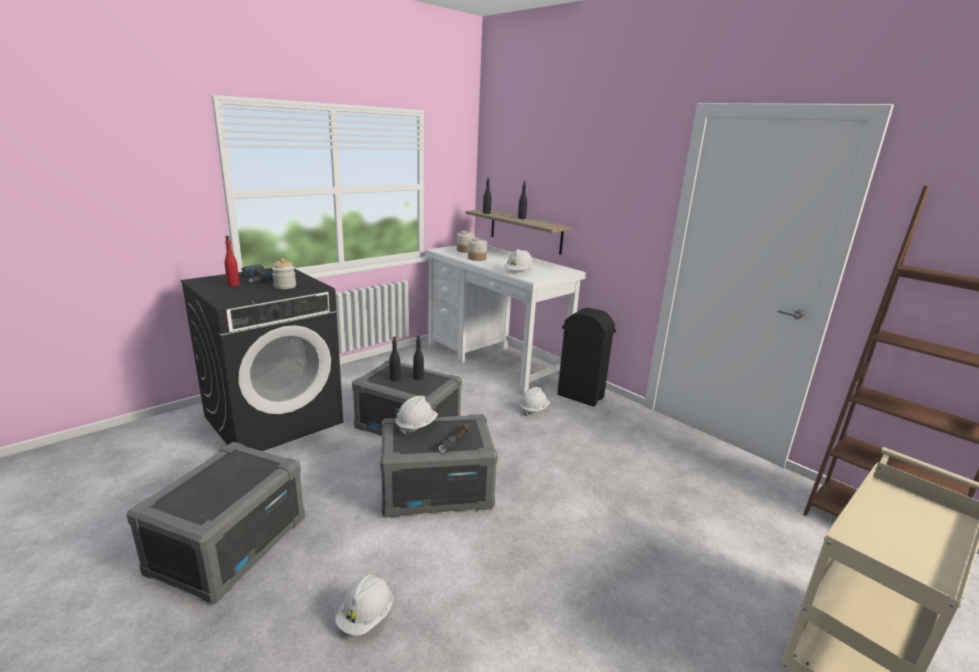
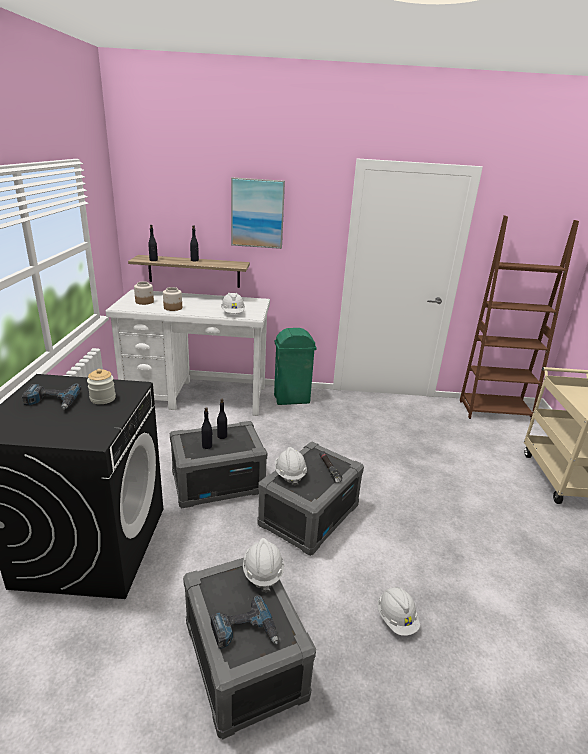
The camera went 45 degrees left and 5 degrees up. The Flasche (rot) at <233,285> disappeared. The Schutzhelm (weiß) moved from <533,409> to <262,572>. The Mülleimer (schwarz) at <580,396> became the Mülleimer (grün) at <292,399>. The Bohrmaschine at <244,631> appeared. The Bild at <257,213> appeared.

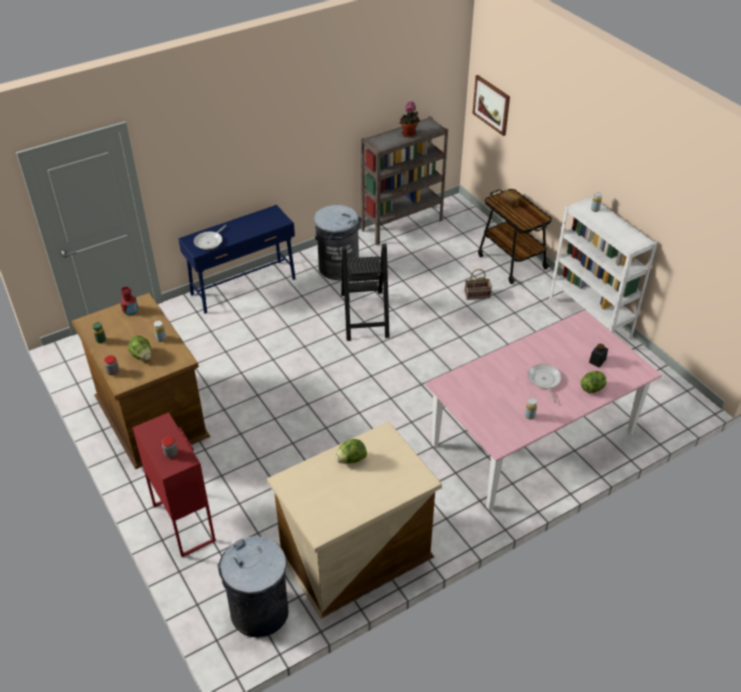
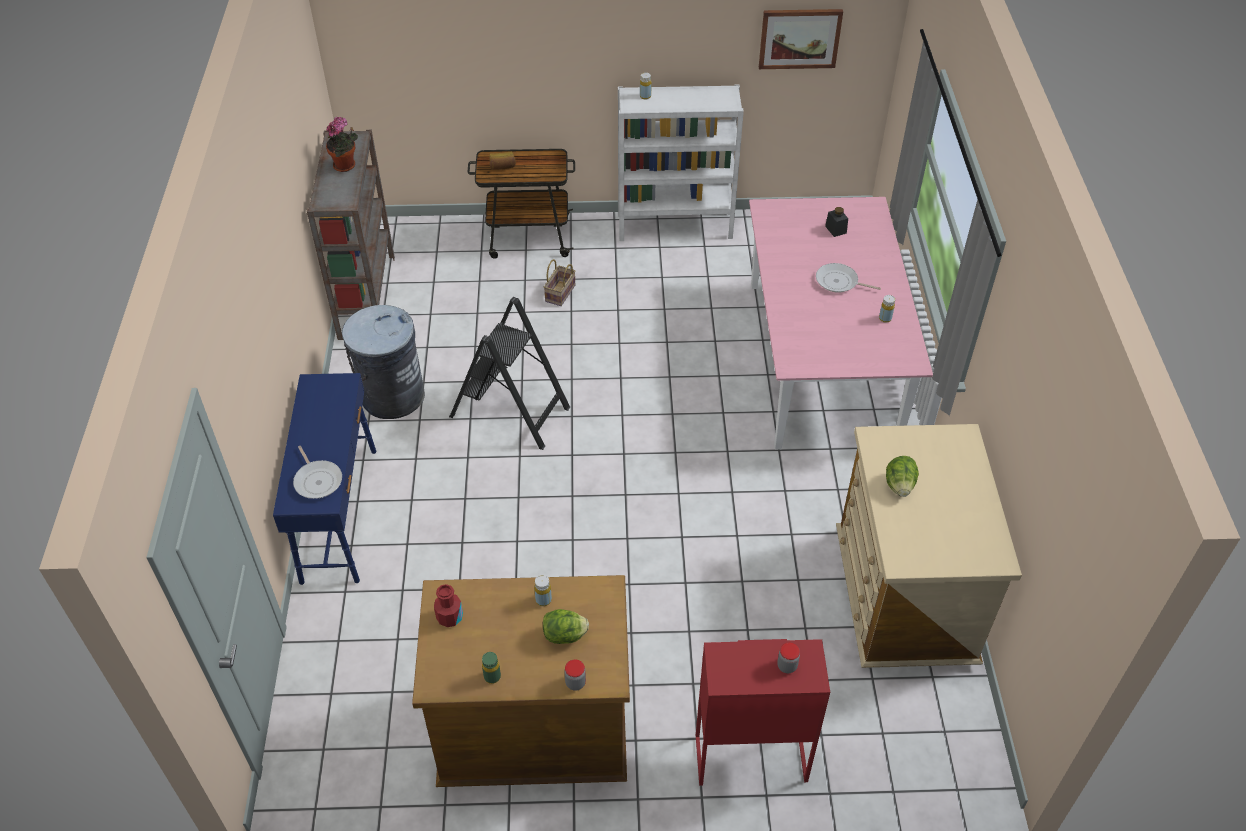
The camera went 60 degrees left and 5 degrees up. The Mülleimer (grau) at <259,612> disappeared. The Bild moved from <491,104> to <799,38>. The Salatkopf at <592,388> disappeared.

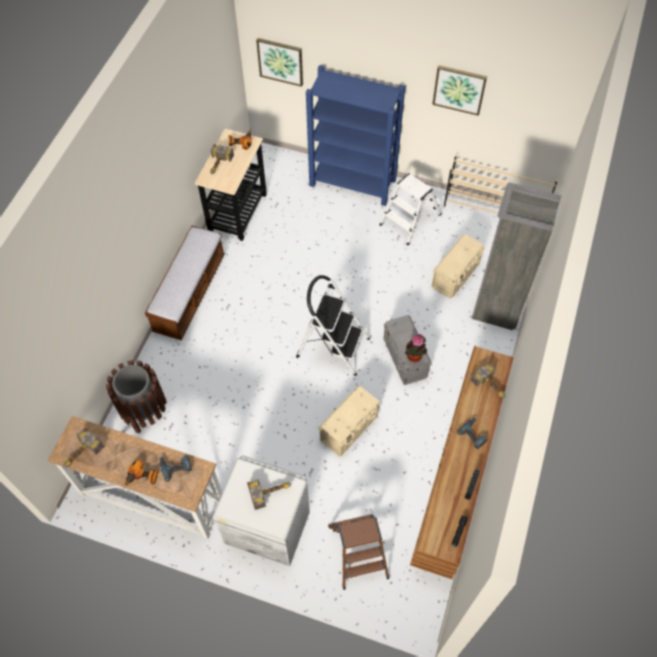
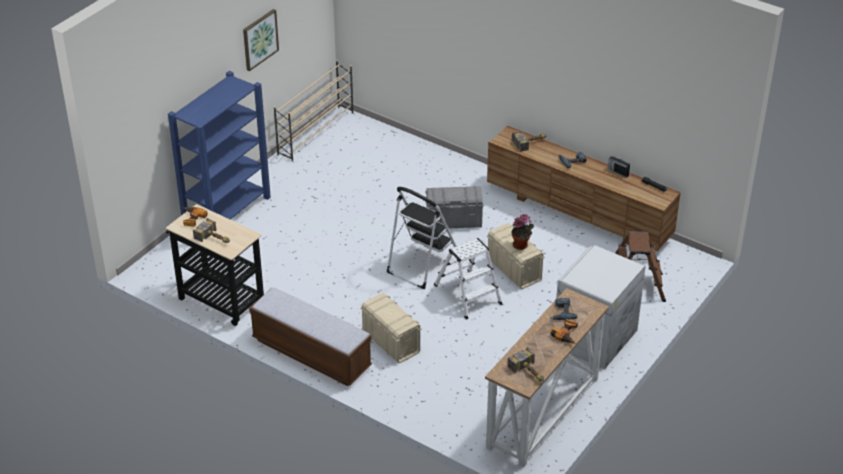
The camera went 75 degrees left and 20 degrees down. The Mülleimer (braun) at <145,411> disappeared. The Hammer at <271,492> disappeared. The Bild at <280,61> disappeared. The Trittleiter (weiß) moved from <410,219> to <467,294>. The Topfpflanze moved from <415,357> to <521,245>. The Aufbewahrungsbox (beige) moved from <455,275> to <391,341>. The Schrank (grau) at <496,311> disappeared.

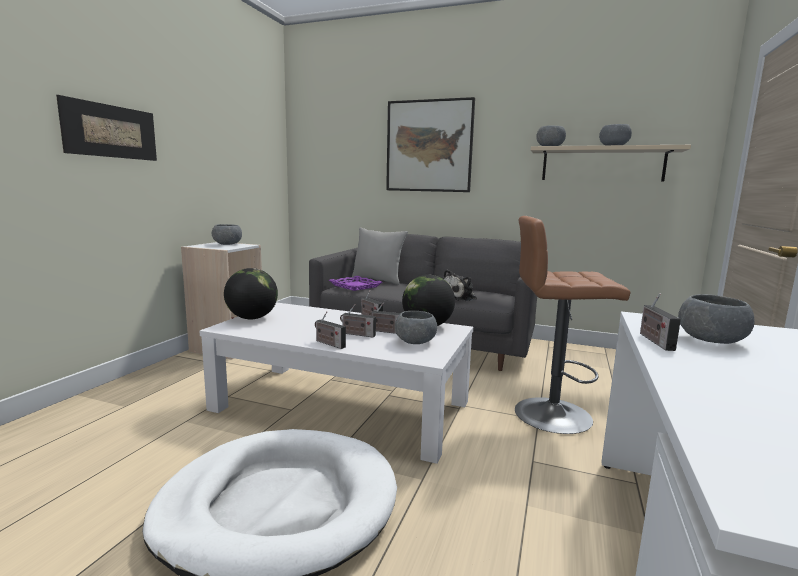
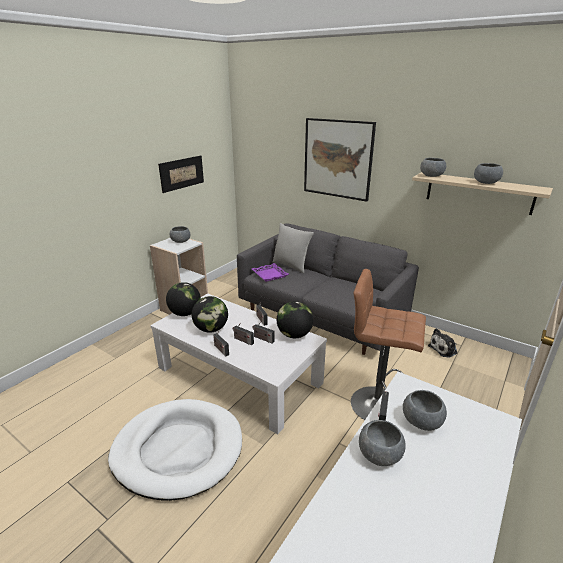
The camera went 15 degrees right and 15 degrees up. The Bild moved from <111,131> to <182,173>. The Schüssel (grau) moved from <415,342> to <380,455>. The Plüschtier moved from <460,297> to <444,349>. The Globus at <211,329> appeared.

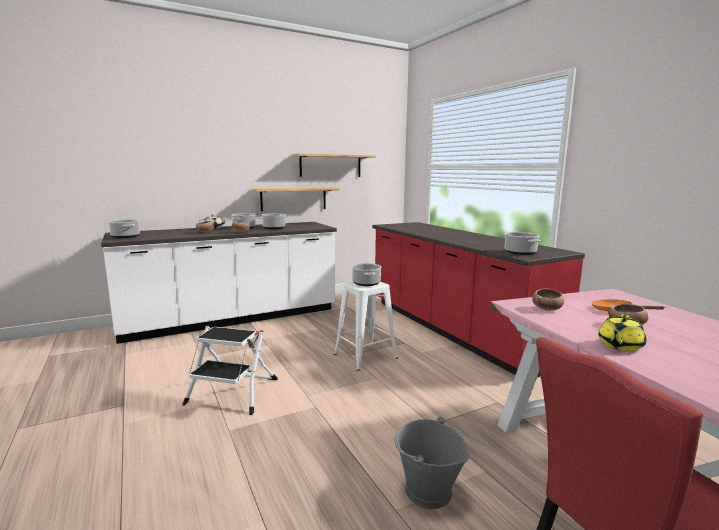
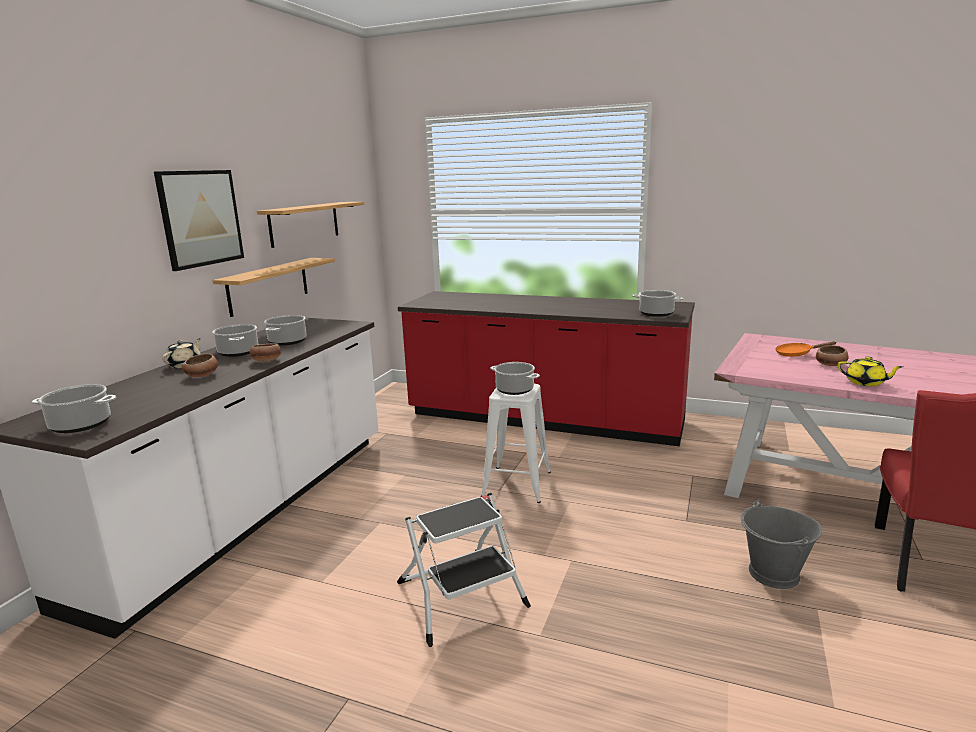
The camera went 40 degrees left and 5 degrees up. The Schüssel at <547,309> disappeared. The Teekanne (gelb) at <619,345> turned 60 degrees counterclockwise. The Bild at <200,218> appeared.

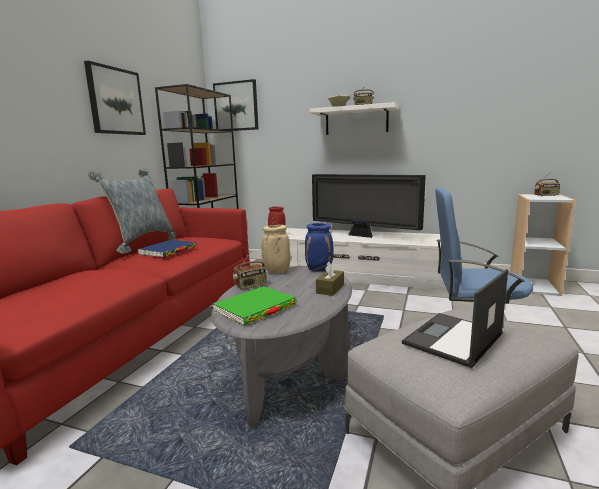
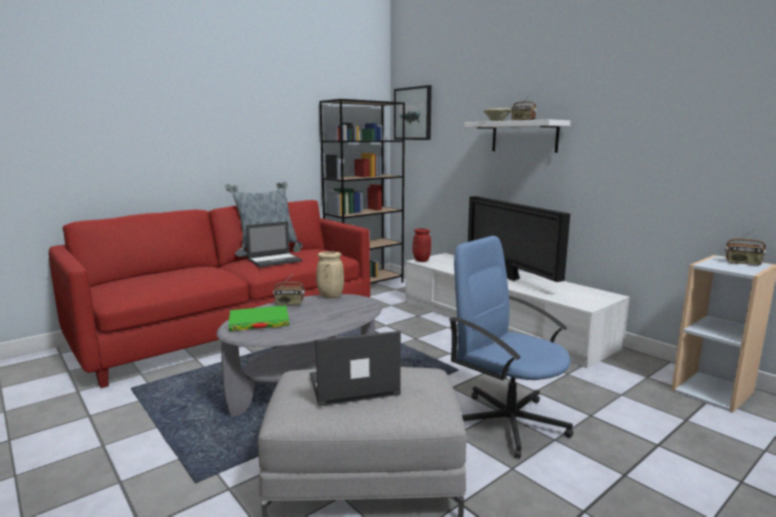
The camera went 30 degrees right and 0 degrees up. The Bild at <115,101> disappeared. The Buch (blau) at <168,251> was replaced by the Laptop at <275,260>. The Vase (blau) at <320,270> disappeared. The Taschentuchbox (braun) at <330,289> disappeared.

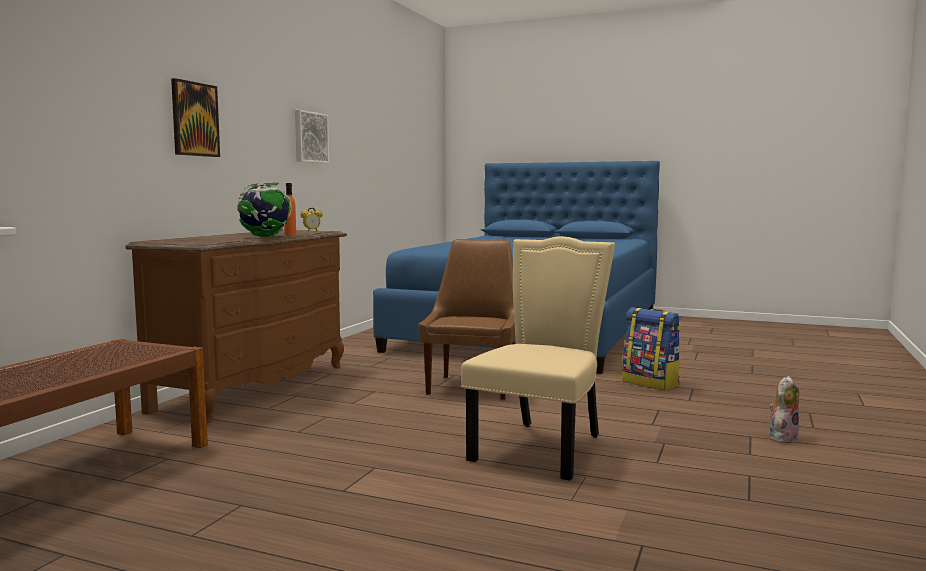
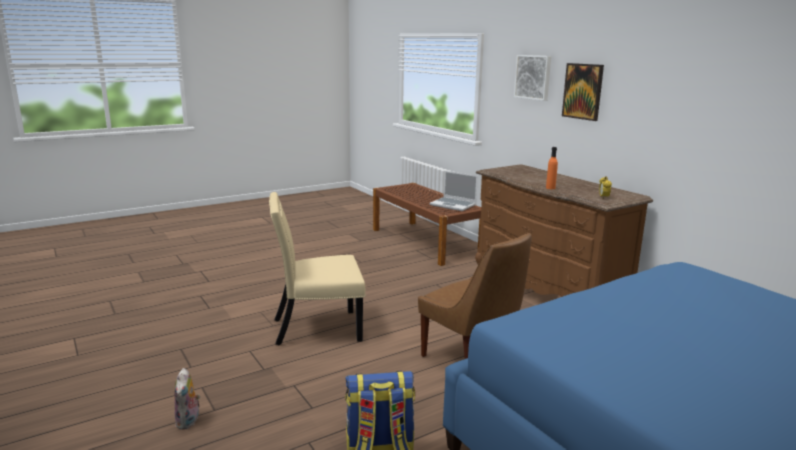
The camera went 125 degrees right and 10 degrees up. The Globus at <264,237> disappeared. The Bild moved from <310,137> to <533,77>. The Stuhl (beige) at <539,450> turned 105 degrees clockwise. The Laptop at <454,205> appeared.

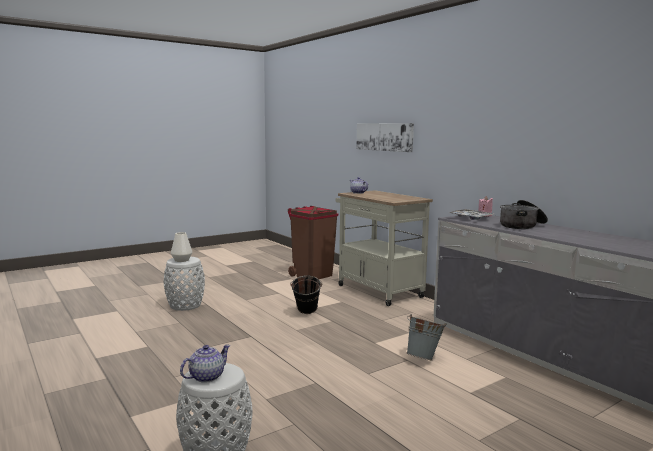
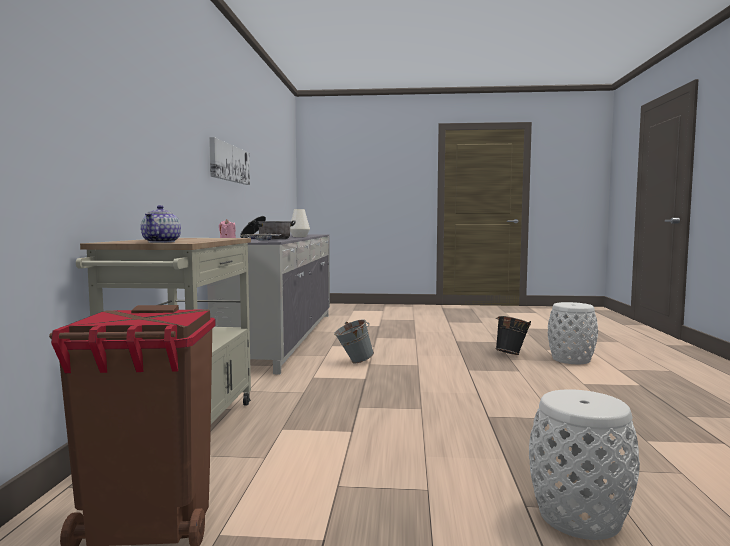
The camera went 140 degrees left and 5 degrees down. The Vase (weiß) moved from <181,260> to <299,236>. The Teekanne at <206,377> disappeared. The Eimer (schwarz) moved from <306,313> to <511,354>. The Bild moved from <384,137> to <229,163>.

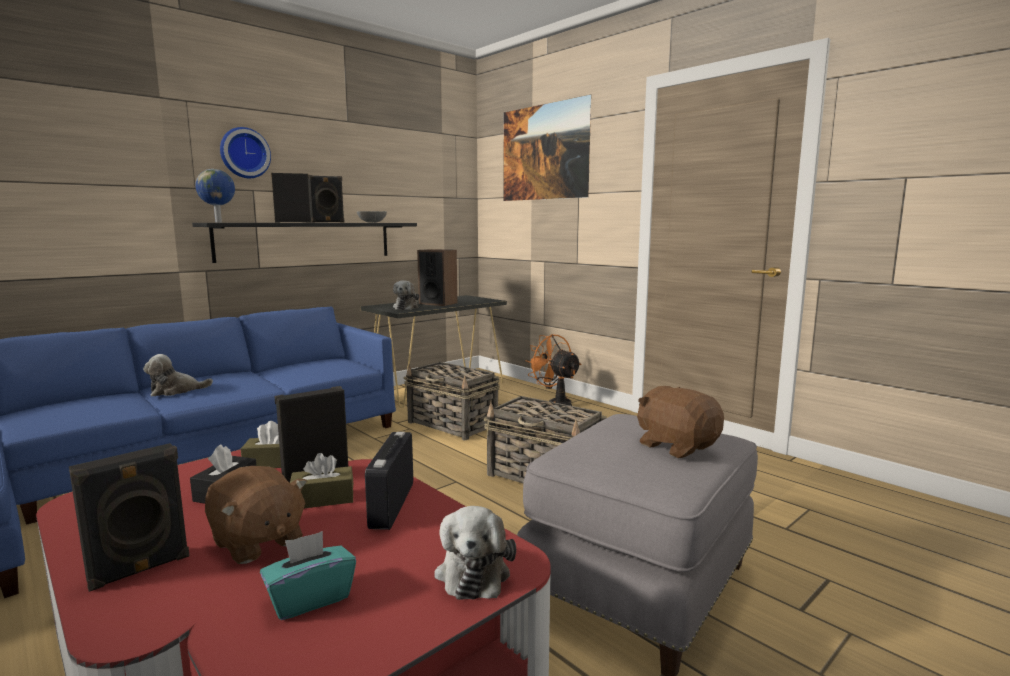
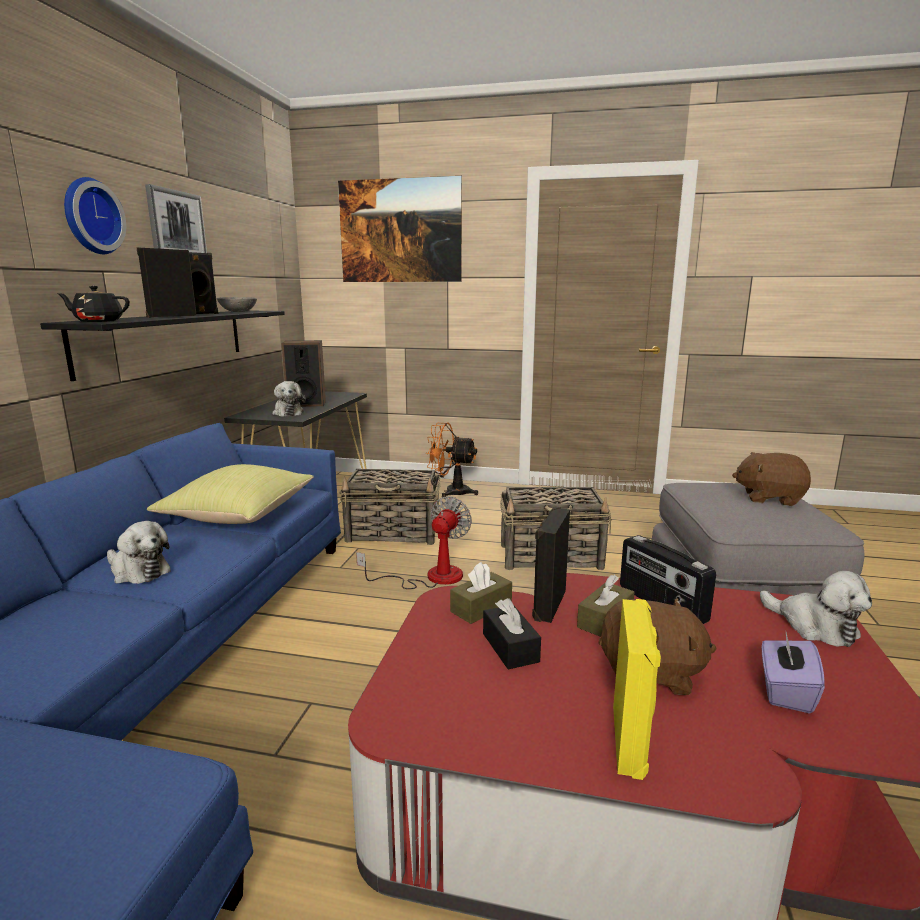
The camera went 35 degrees left and 5 degrees up. The Lautsprecher (schwarz) at <140,570> became the Lautsprecher (gelb) at <630,741>. The Plüschtier at <175,391> turned 90 degrees counterclockwise. The Globus at <219,222> was replaced by the Teekanne (schwarz) at <98,321>. The Taschentuchbox (türkis) at <310,598> became the Taschentuchbox (lila) at <785,691>. The Bild at <176,225> appeared. The Kissen (gelb) at <239,515> appeared. The Ventilator at <431,577> appeared.

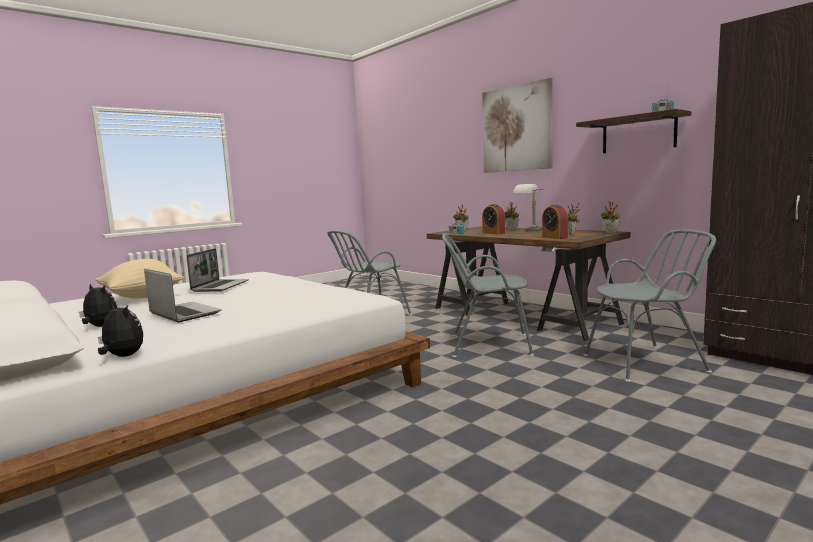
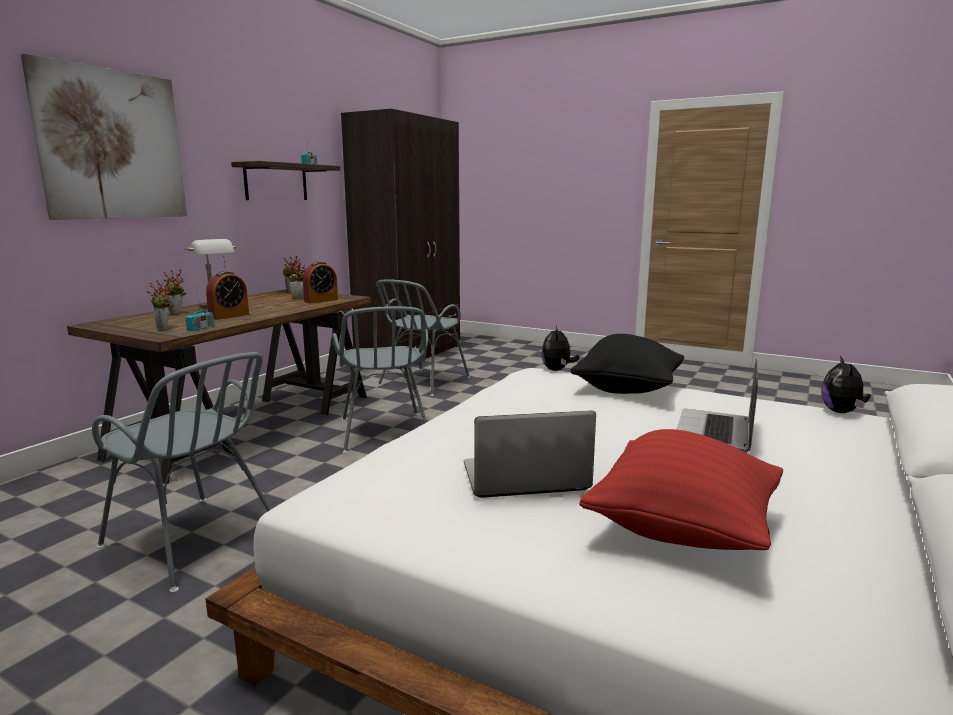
The camera went 110 degrees left and 5 degrees up. The Plüschtier moved from <100,327> to <557,370>. The Kissen (beige) at <142,297> became the Kissen (rot) at <682,529>. The Stuhl (grau) at <647,362> turned 120 degrees counterclockwise. The Kissen (schwarz) at <627,390> appeared.

